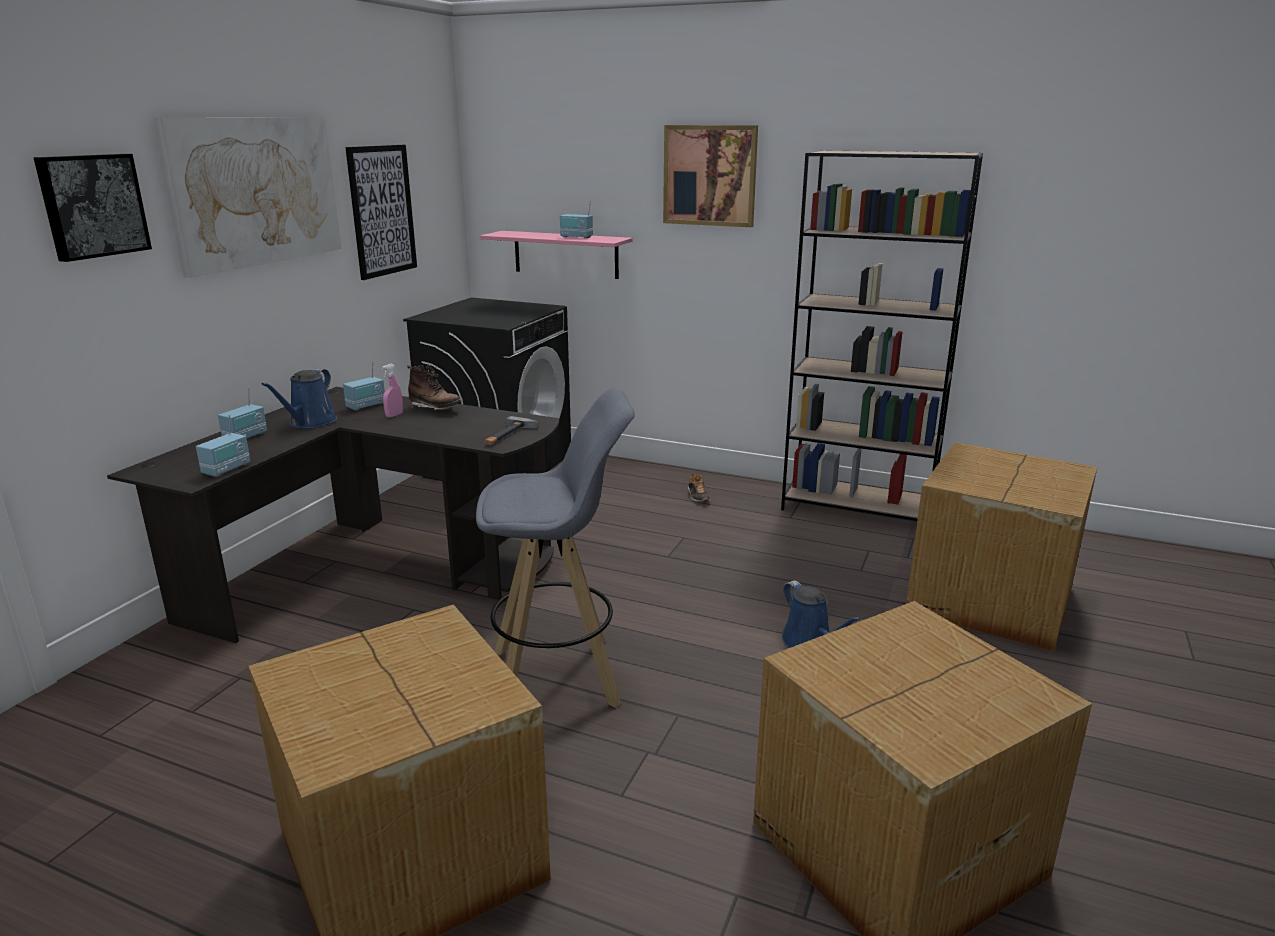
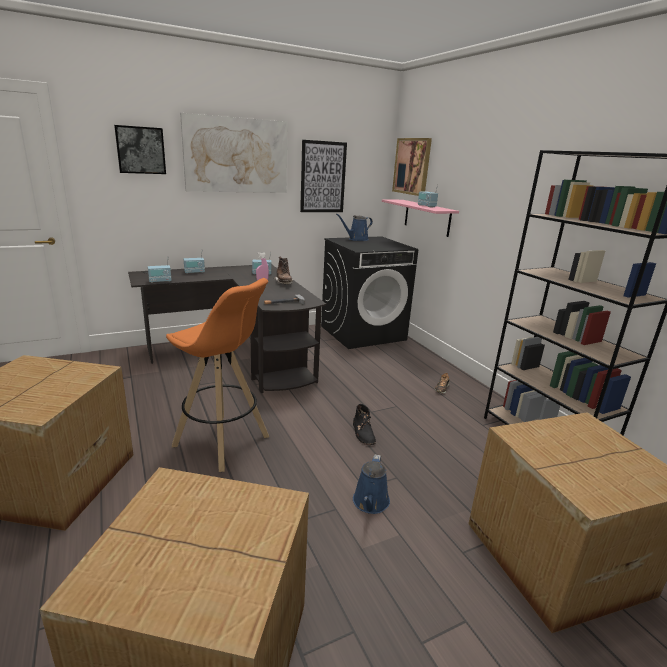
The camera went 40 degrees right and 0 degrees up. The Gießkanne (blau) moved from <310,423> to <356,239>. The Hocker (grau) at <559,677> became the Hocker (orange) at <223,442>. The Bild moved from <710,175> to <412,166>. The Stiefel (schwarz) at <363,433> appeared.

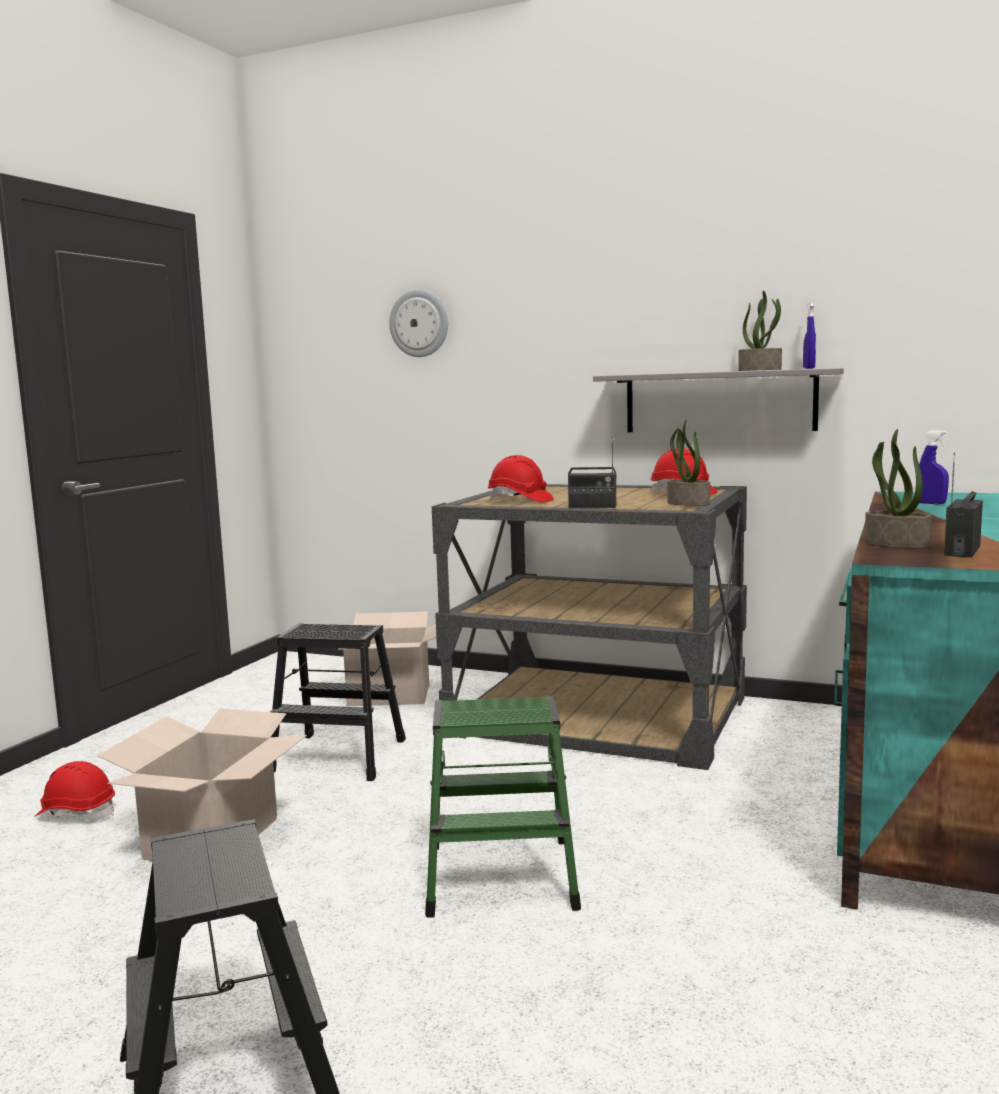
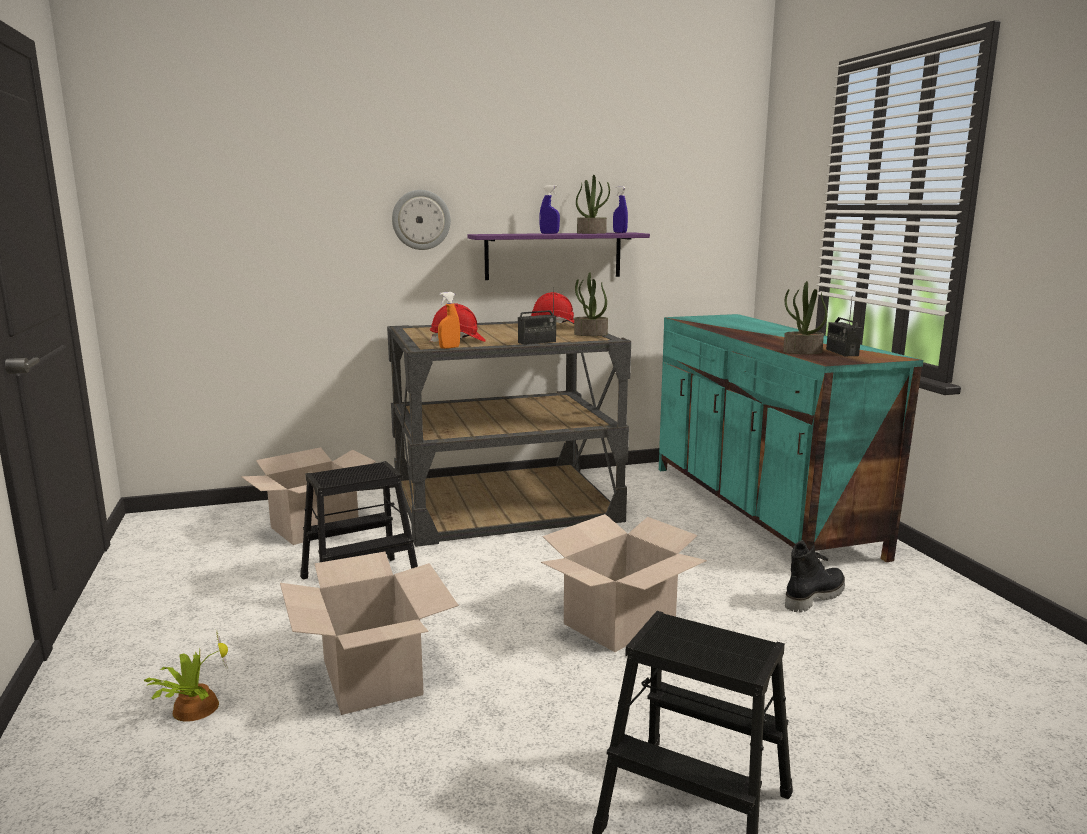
The camera went 40 degrees left and 5 degrees up. The Schutzhelm (rot) at <76,813> was replaced by the Topfpflanze at <193,707>. The Wanduhr moved from <419,323> to <421,220>. The Trittleiter (grün) at <501,874> was replaced by the Karton at <619,622>. The Wandregal (grau) at <719,402> became the Wandregal (lila) at <553,255>. The Sprühflasche (blau) moved from <931,503> to <549,233>. The Sprühflasche (orange) at <449,347> appeared. The Stiefel (schwarz) at <813,597> appeared.

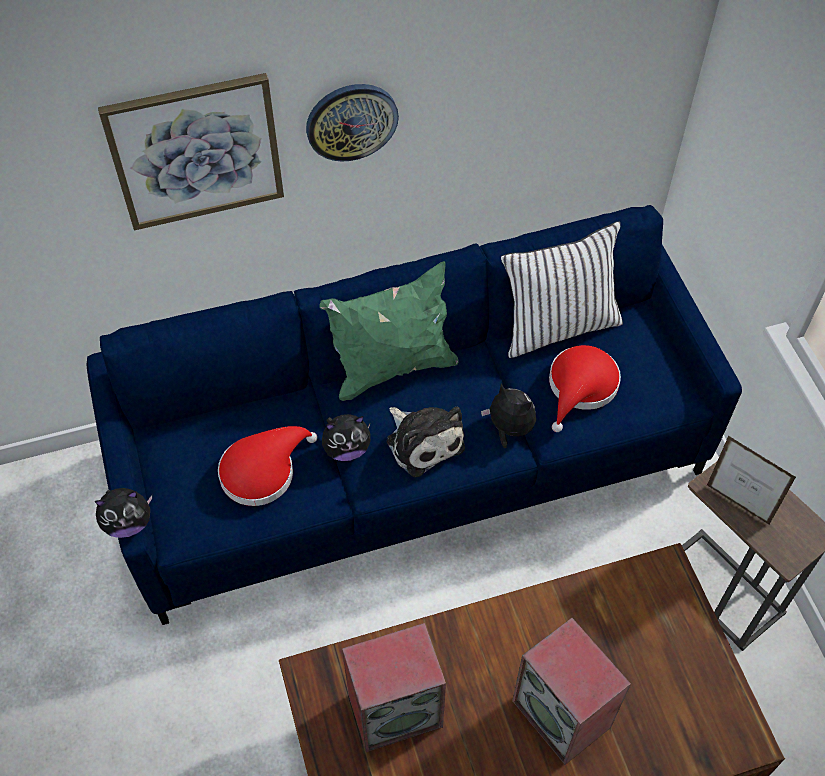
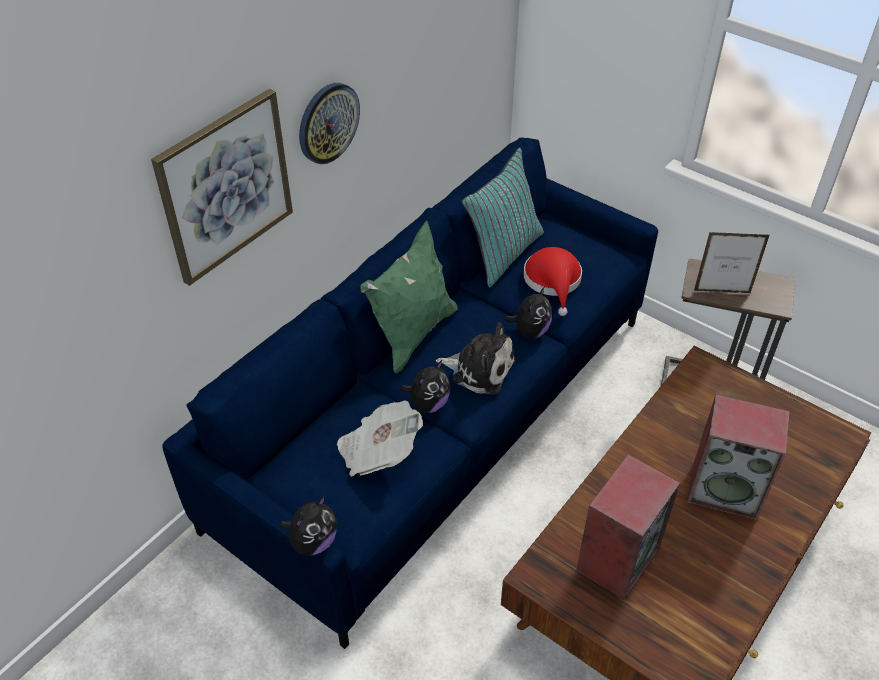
The camera went 35 degrees left and 10 degrees down. The Hut (rot) at <262,470> was replaced by the Zeitung at <378,452>. The Plüschtier at <509,429> turned 120 degrees clockwise. The Kissen (weiß) at <557,326> became the Kissen (türkis) at <502,253>.

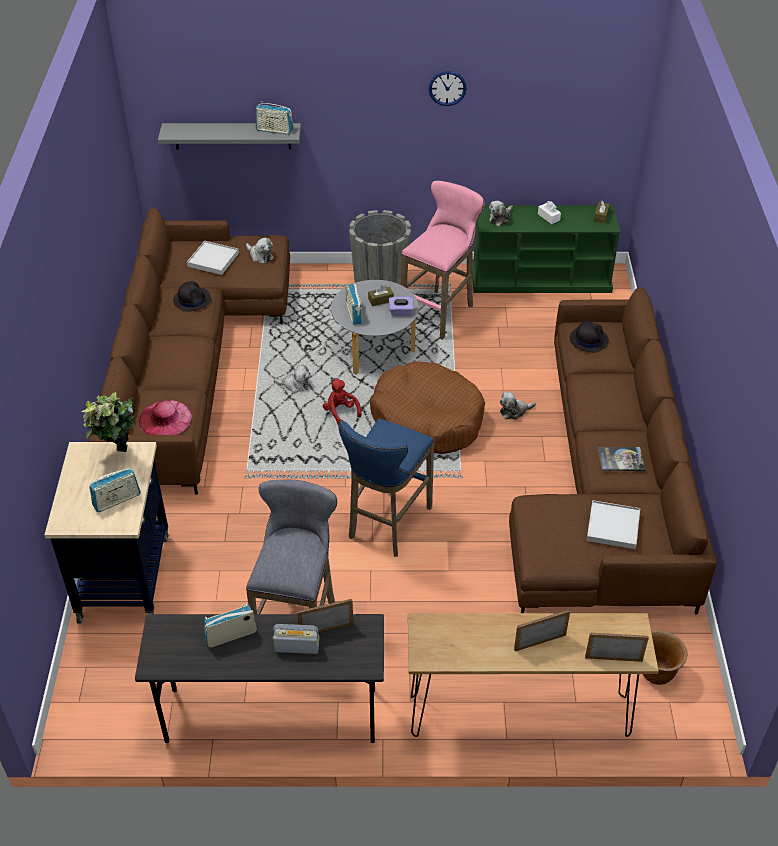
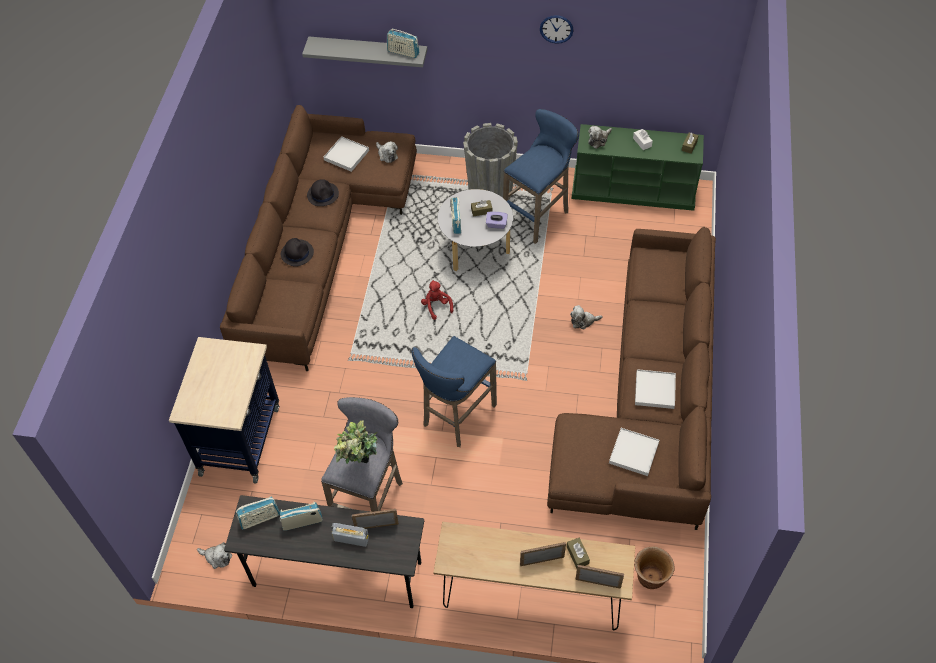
The camera went 10 degrees right and 10 degrees up. The Topfpflanze moved from <118,460> to <360,470>. The Radio moved from <117,500> to <260,518>. The Hut (rosa) at <165,419> disappeared. The Plüschtier moved from <295,385> to <217,557>. The Hundebett (braun) at <427,418> disappeared. The Hocker (rosa) at <440,312> became the Hocker (blau) at <538,215>. The Hut (schwarz) moved from <588,339> to <297,253>. The Buch at <621,459> was replaced by the Tablett (weiß) at <654,390>. The Taschentuchbox (braun) at <577,555> appeared.

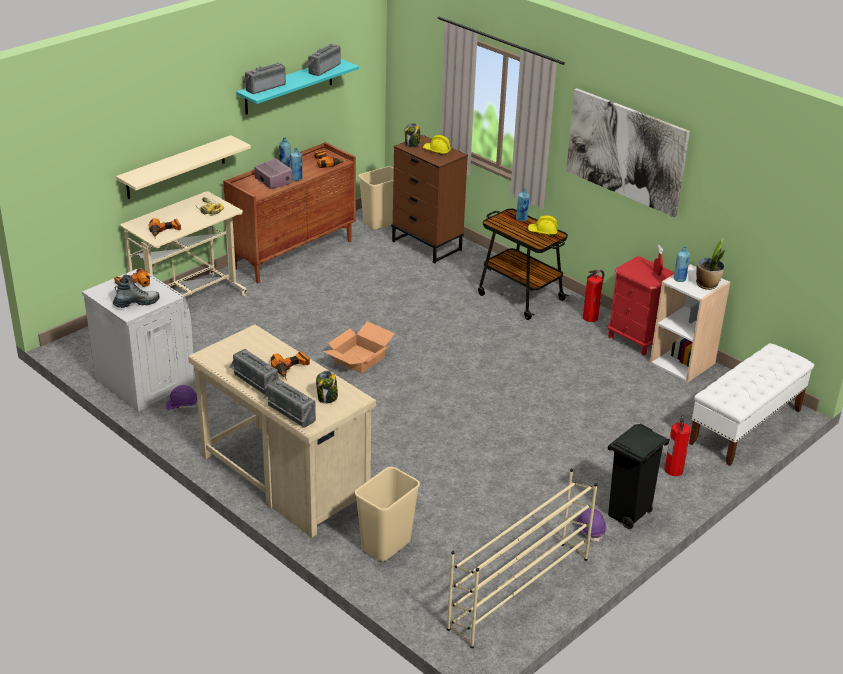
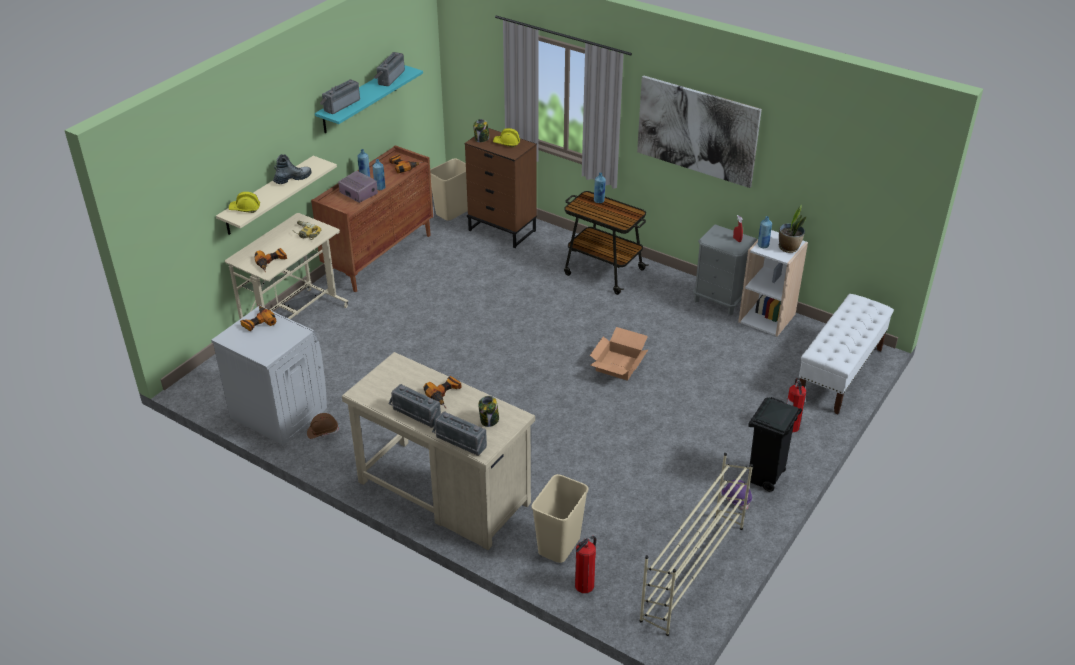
The camera went 10 degrees left and 5 degrees up. The Stiefel moved from <136,303> to <292,179>. The Schutzhelm (lila) at <182,405> became the Schutzhelm (braun) at <322,431>. The Karton moved from <359,359> to <618,365>. The Schutzhelm (gelb) moved from <542,232> to <245,208>. The Feuerlöscher moved from <590,317> to <584,585>. The Nachttisch (rot) at <636,339> became the Nachttisch (grau) at <720,300>.

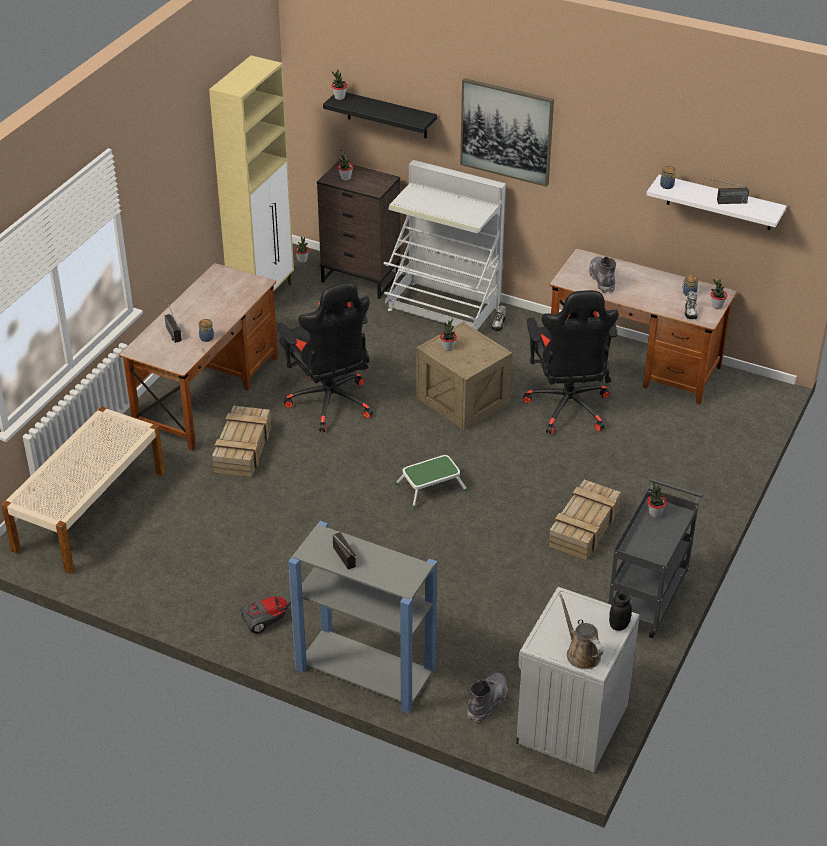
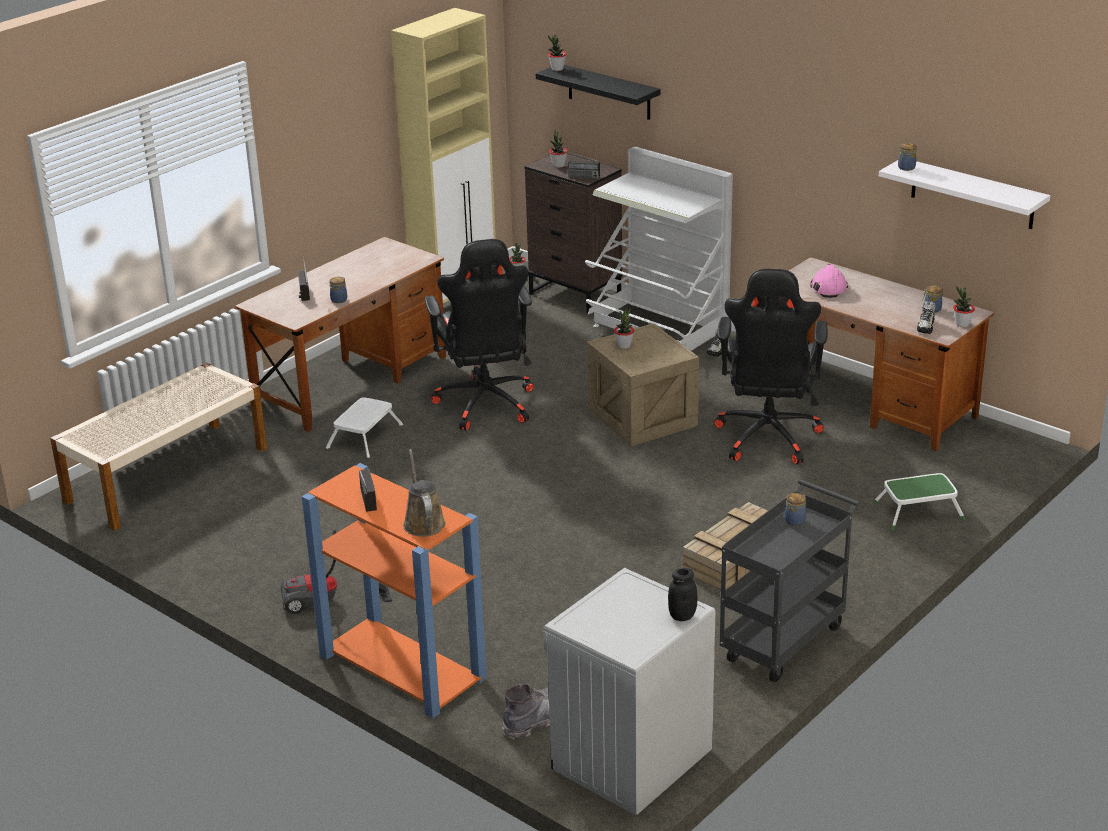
The camera went 15 degrees right and 10 degrees down. The Kiste at <242,448> was replaced by the Trittleiter (weiß) at <365,436>. The Bücherregal (grau) at <364,669> became the Bücherregal (orange) at <401,666>. The Trittleiter (grün) moved from <430,487> to <918,510>. The Bild at <506,131> disappeared. The Gießkanne (braun) moved from <581,653> to <423,522>. The Stiefel (grau) at <602,280> was replaced by the Schutzhelm (rosa) at <828,288>. The Topfpflanze at <655,513> was replaced by the Vorratsglas at <795,520>. The Radio moved from <724,202> to <575,176>.

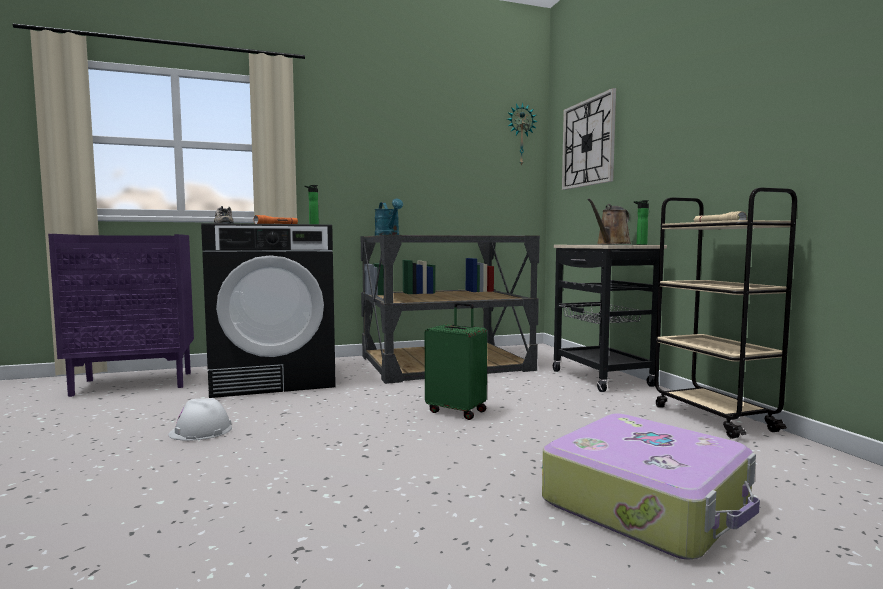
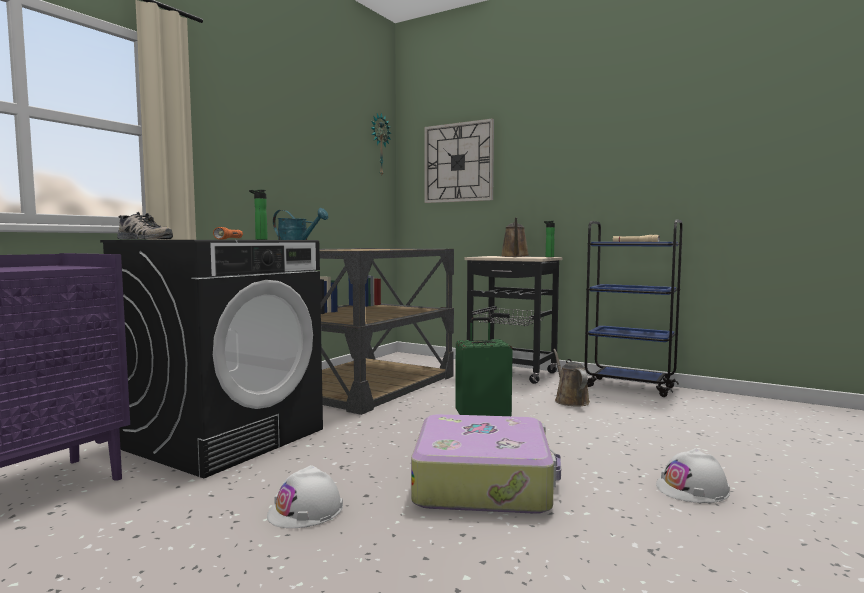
The camera went 40 degrees left and 0 degrees up. The Koffer moved from <648,503> to <484,482>. The Rollwagen (beige) at <715,419> became the Rollwagen (blau) at <631,387>. The Gießkanne (braun) at <570,400> appeared. The Schutzhelm (weiß) at <692,489> appeared.

